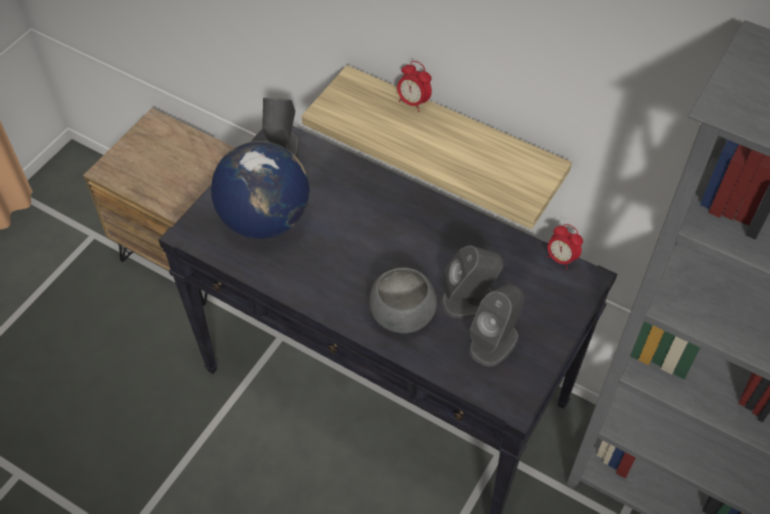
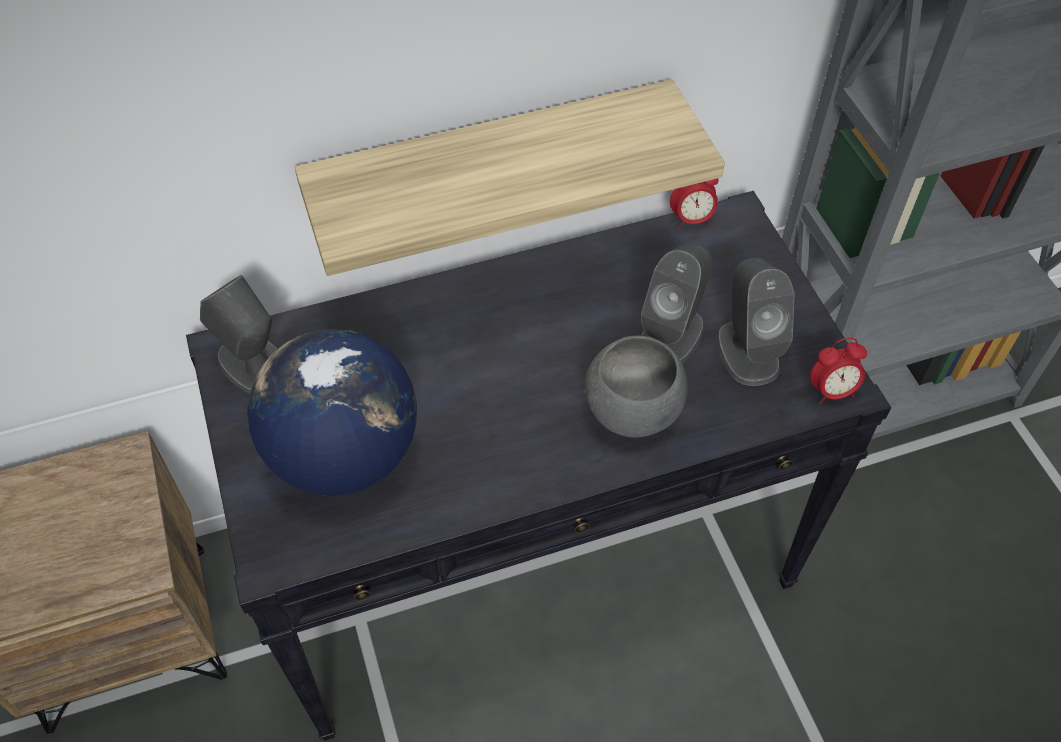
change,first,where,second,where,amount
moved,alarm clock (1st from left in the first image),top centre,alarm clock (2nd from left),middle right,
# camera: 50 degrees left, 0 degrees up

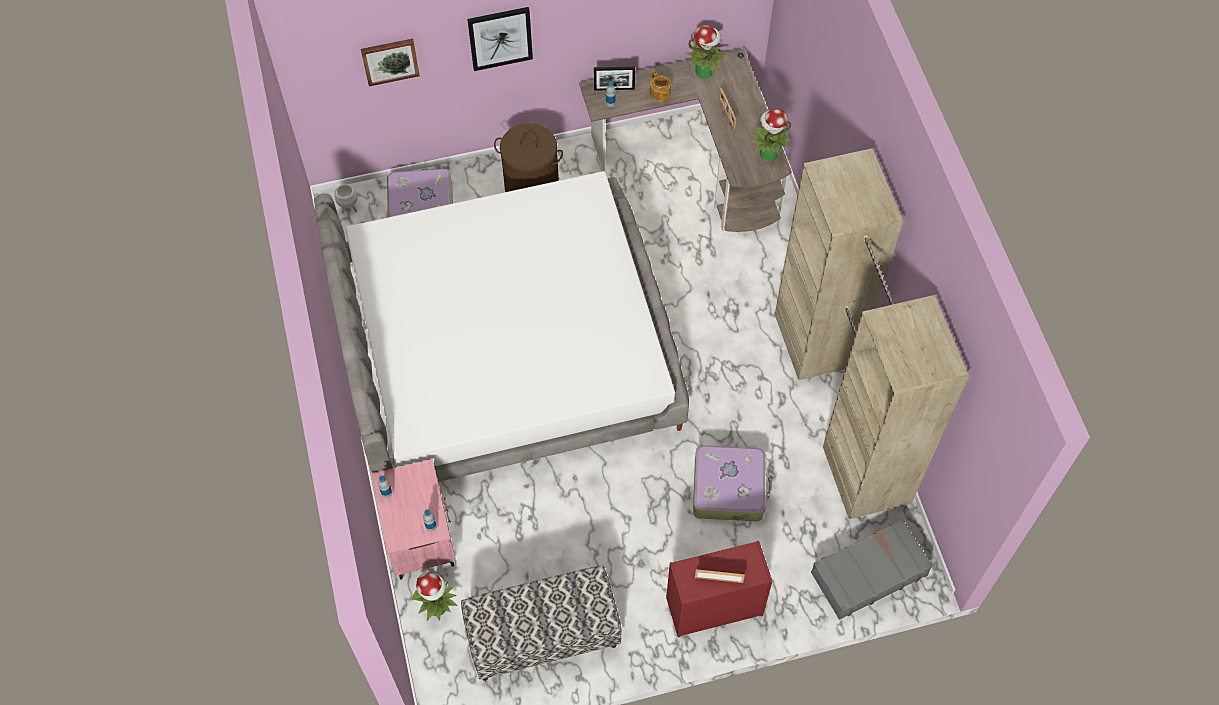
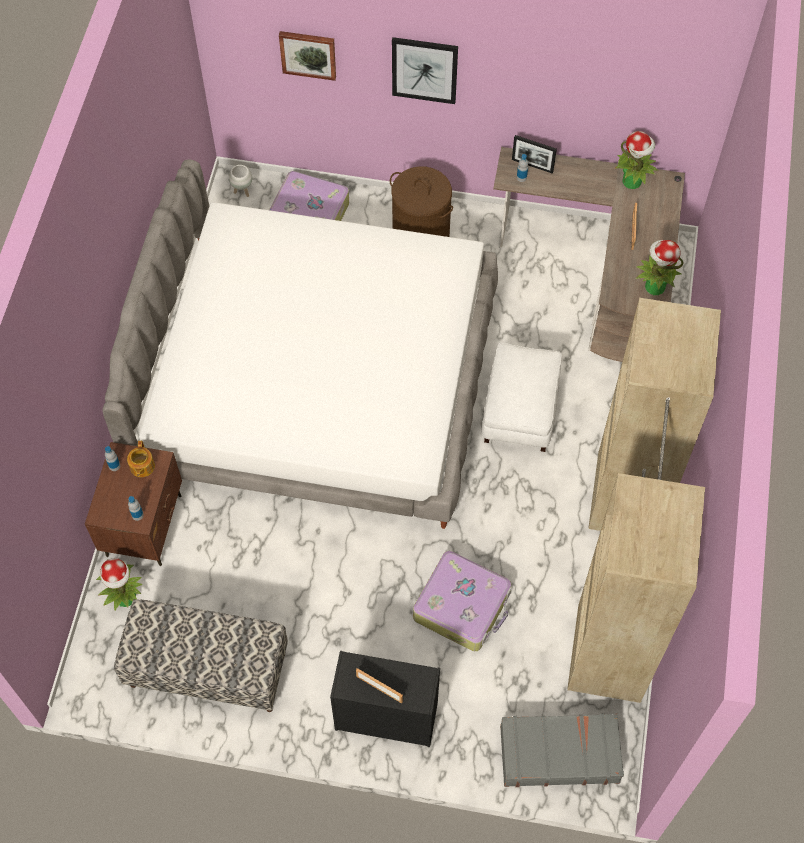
change,first,where,second,where,amount
moved,teapot,top centre,,middle left,
recoloured,pink nightstand,bottom centre,brown nightstand,middle left,
recoloured,red dresser,bottom centre,black dresser,bottom centre,
added,,,white ottoman,centre,
# camera: 25 degrees right, 0 degrees up

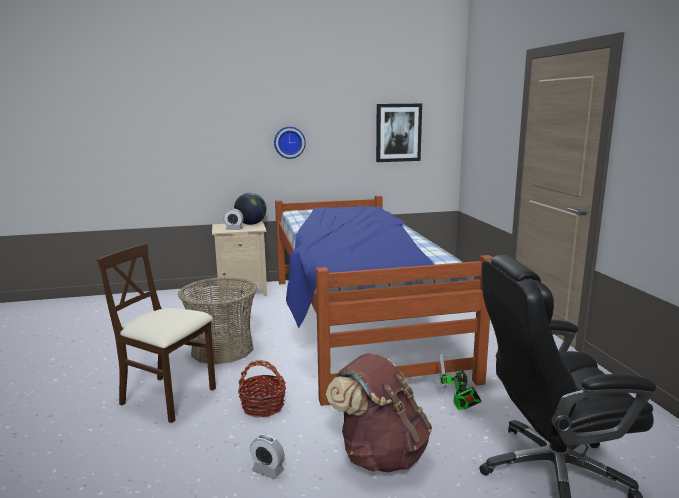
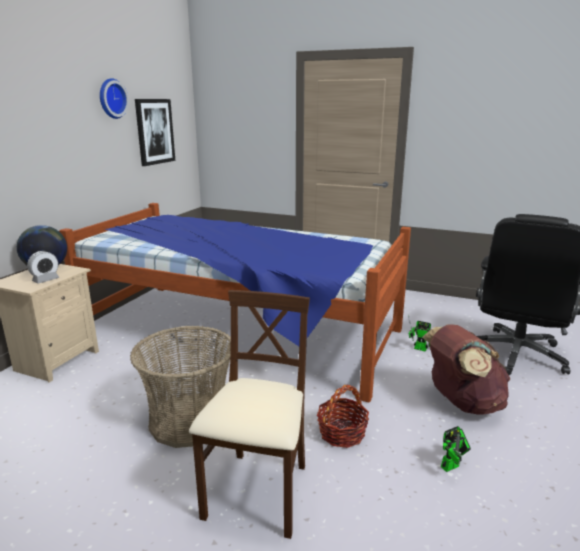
change,first,where,second,where,amount
moved,wall clock,top centre,,top left,
turned,beige chair,bottom left,,bottom centre,135 degrees clockwise
replaced,alarm clock (2nd from left),bottom centre,toy robot (2nd from left),bottom right,
# camera: 55 degrees left, 5 degrees up

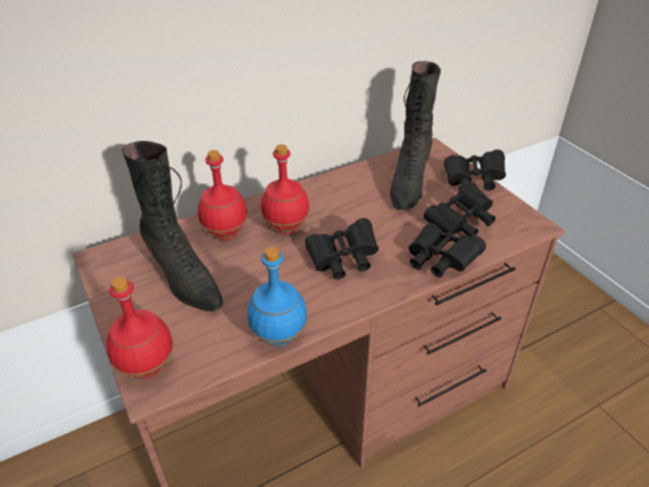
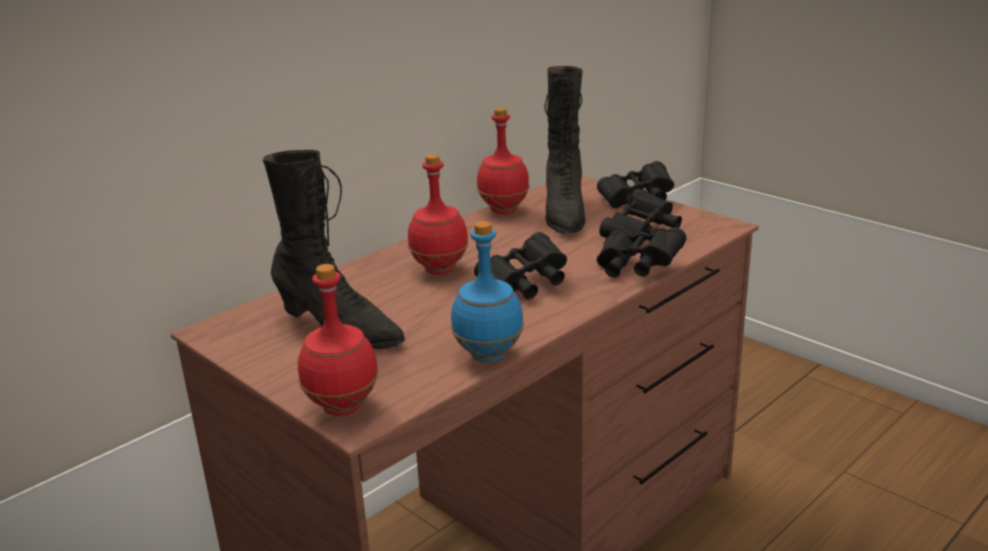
change,first,where,second,where,amount
moved,red bottle (2nd from left in the first image),centre,red bottle (3rd from left),top centre,
# camera: 15 degrees left, 15 degrees down

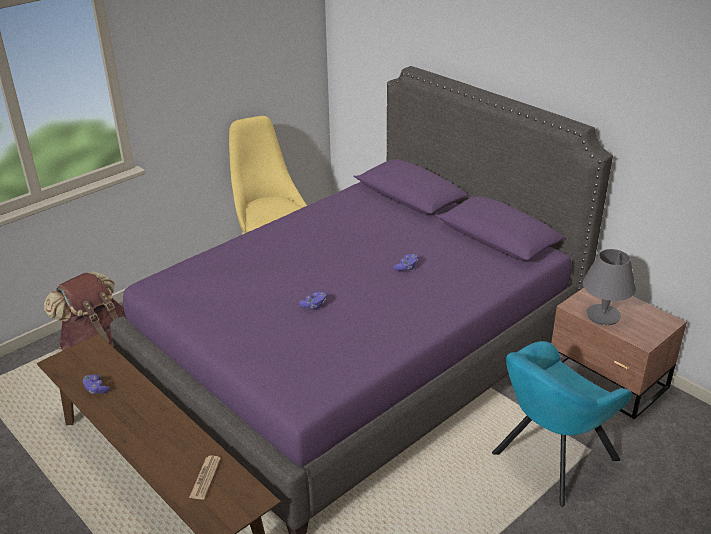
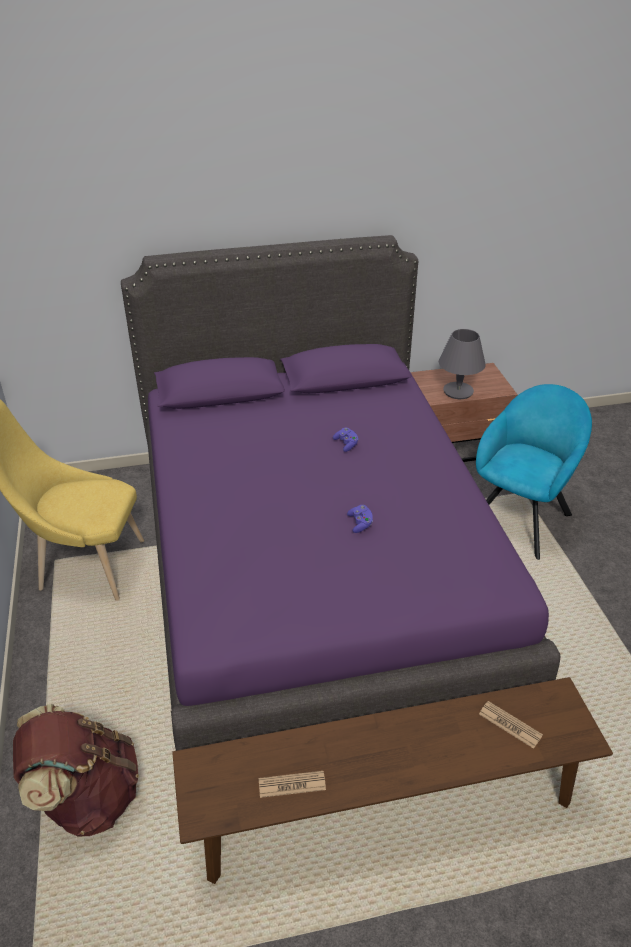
change,first,where,second,where,amount
turned,turquoise armchair,bottom right,,middle right,135 degrees counterclockwise
replaced,purple game controller (1st from left),bottom left,newspaper (1st from left),bottom centre,
# camera: 60 degrees left, 5 degrees up

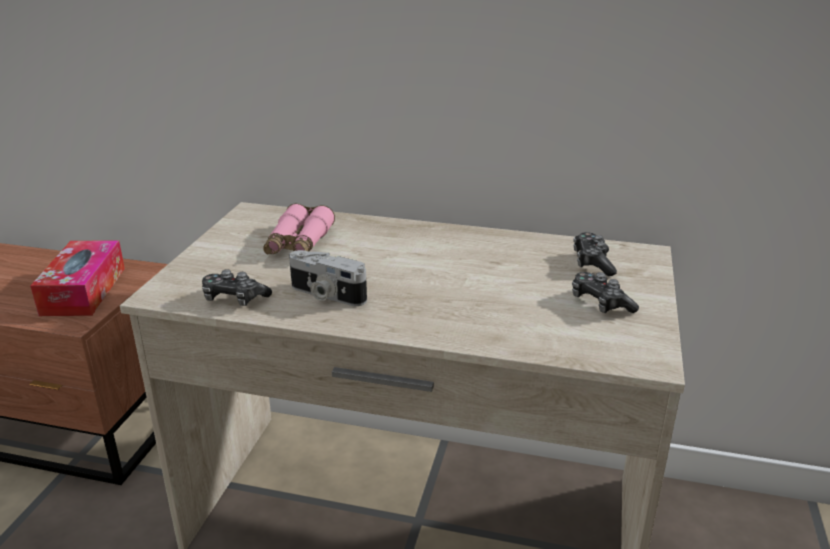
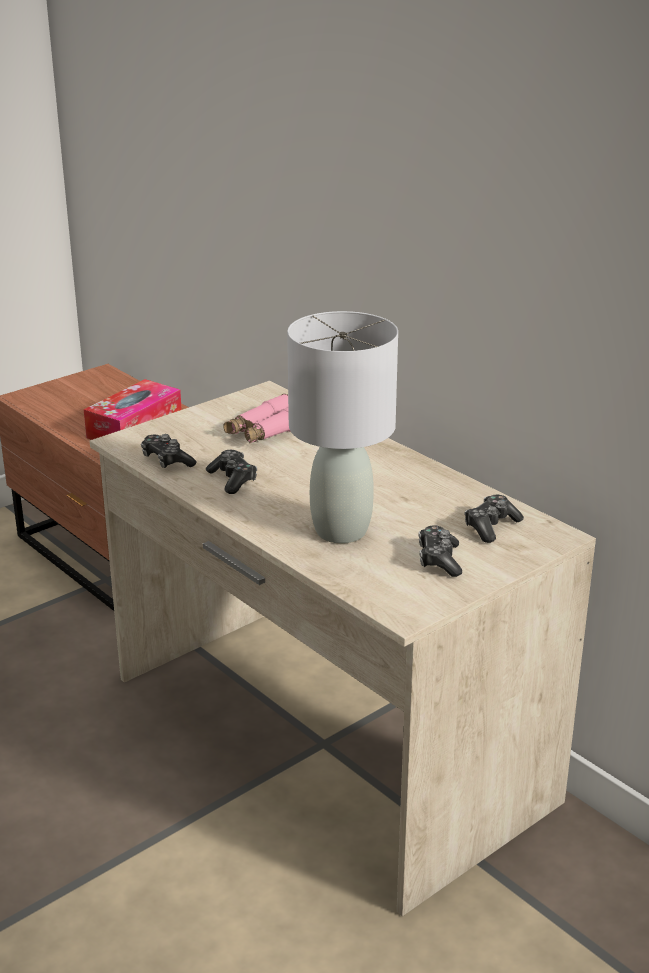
change,first,where,second,where,amount
replaced,photo camera,centre,game controller (2nd from left),centre,
added,,,grey table lamp,centre,
# camera: 35 degrees right, 0 degrees up

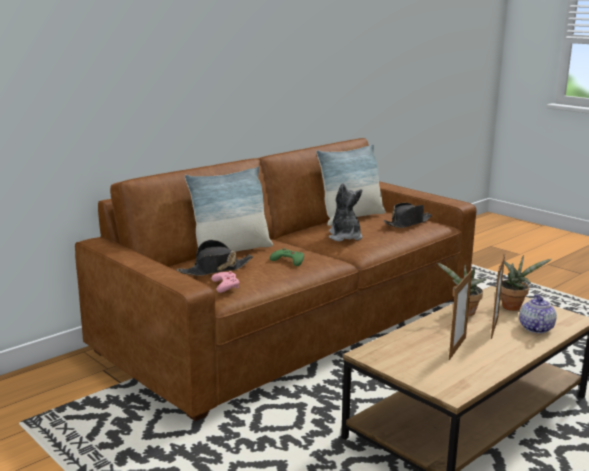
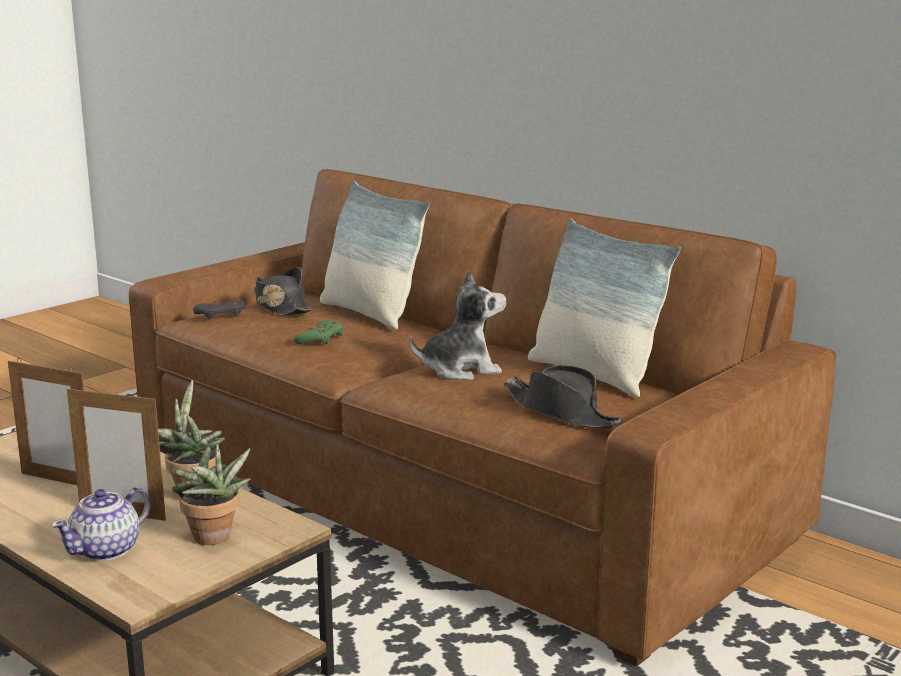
change,first,where,second,where,amount
recoloured,pink game controller,centre,grey game controller,middle left,
turned,teapot,middle right,,bottom left,120 degrees clockwise
# camera: 85 degrees right, 0 degrees up

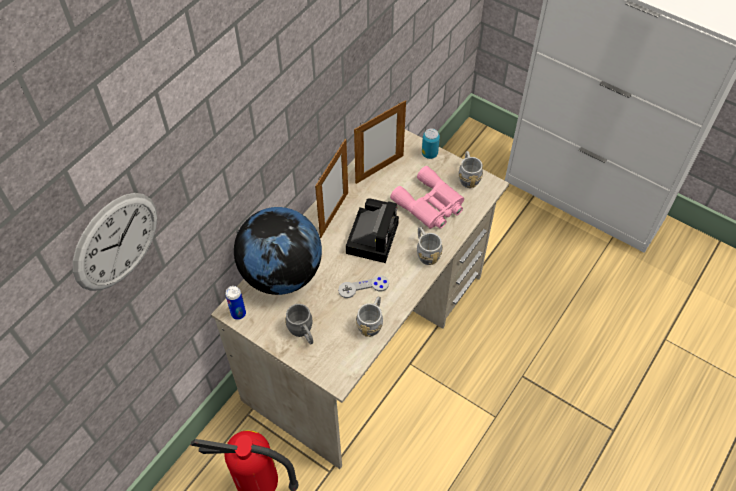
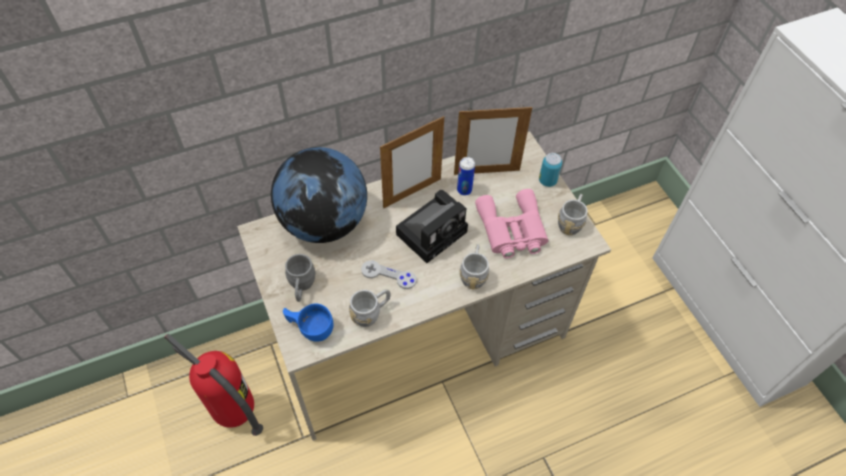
change,first,where,second,where,amount
removed,wall clock,middle left,,,
moved,can (1st from left),middle left,,centre,
added,,,blue cup,bottom centre,
# camera: 30 degrees right, 0 degrees up

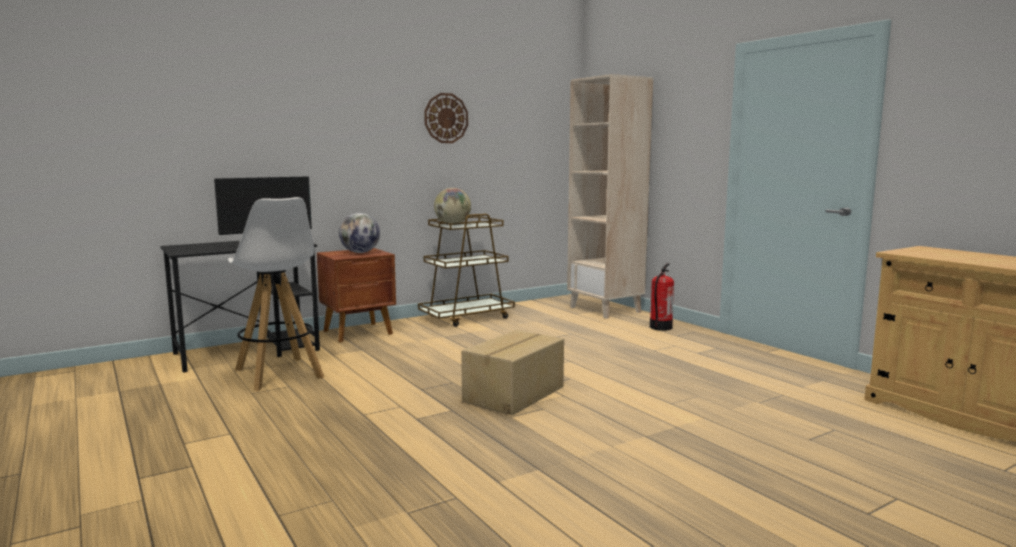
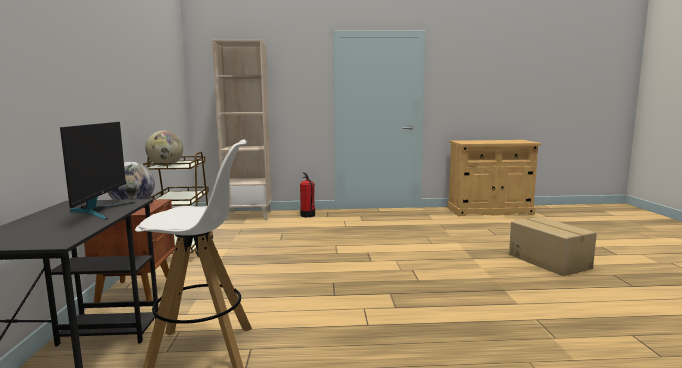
change,first,where,second,where,amount
removed,wall clock,top centre,,,
moved,cardboard box,bottom centre,,bottom right,
# camera: 60 degrees left, 0 degrees up

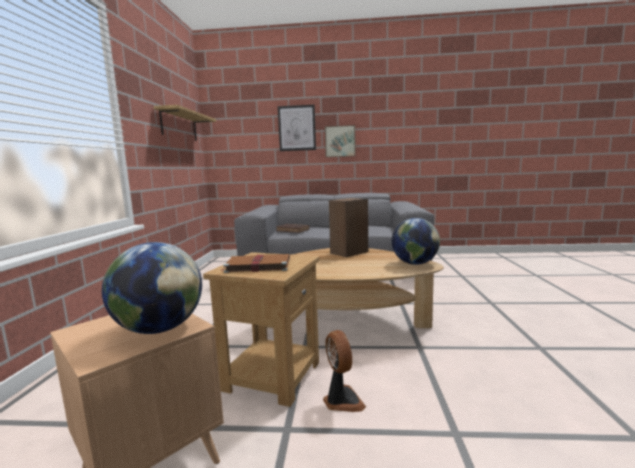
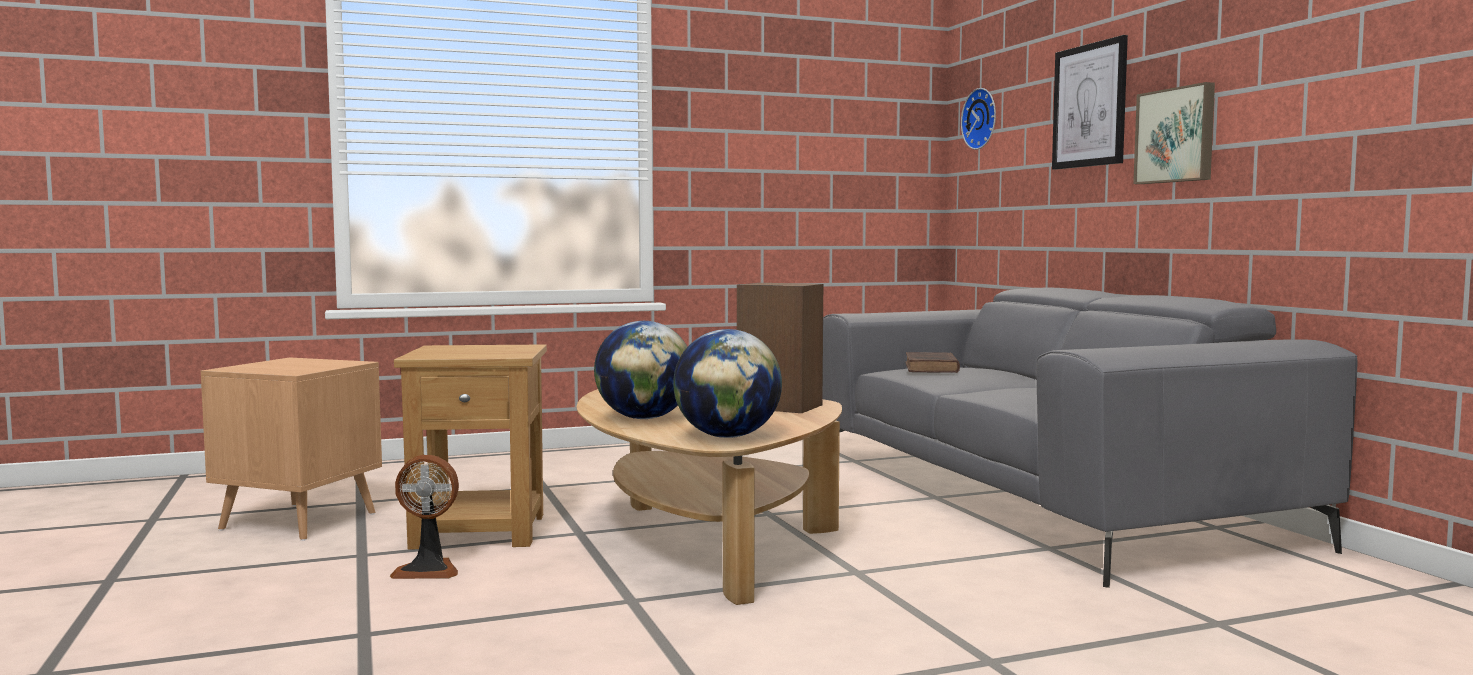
change,first,where,second,where,amount
removed,shelf,top left,,,
moved,globe (1st from left),middle left,,centre,
removed,brown book (1st from left),centre,,,
turned,fan,bottom centre,,bottom left,45 degrees clockwise
added,,,wall clock,top centre,
# camera: 65 degrees right, 5 degrees down

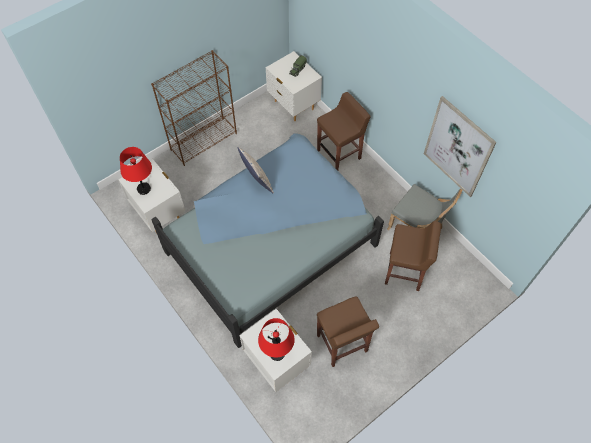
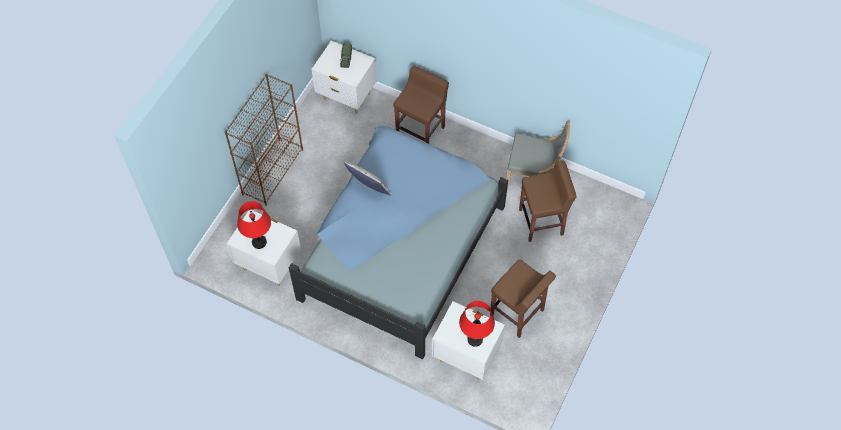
change,first,where,second,where,amount
removed,picture,top right,,,
# camera: 25 degrees left, 0 degrees up

